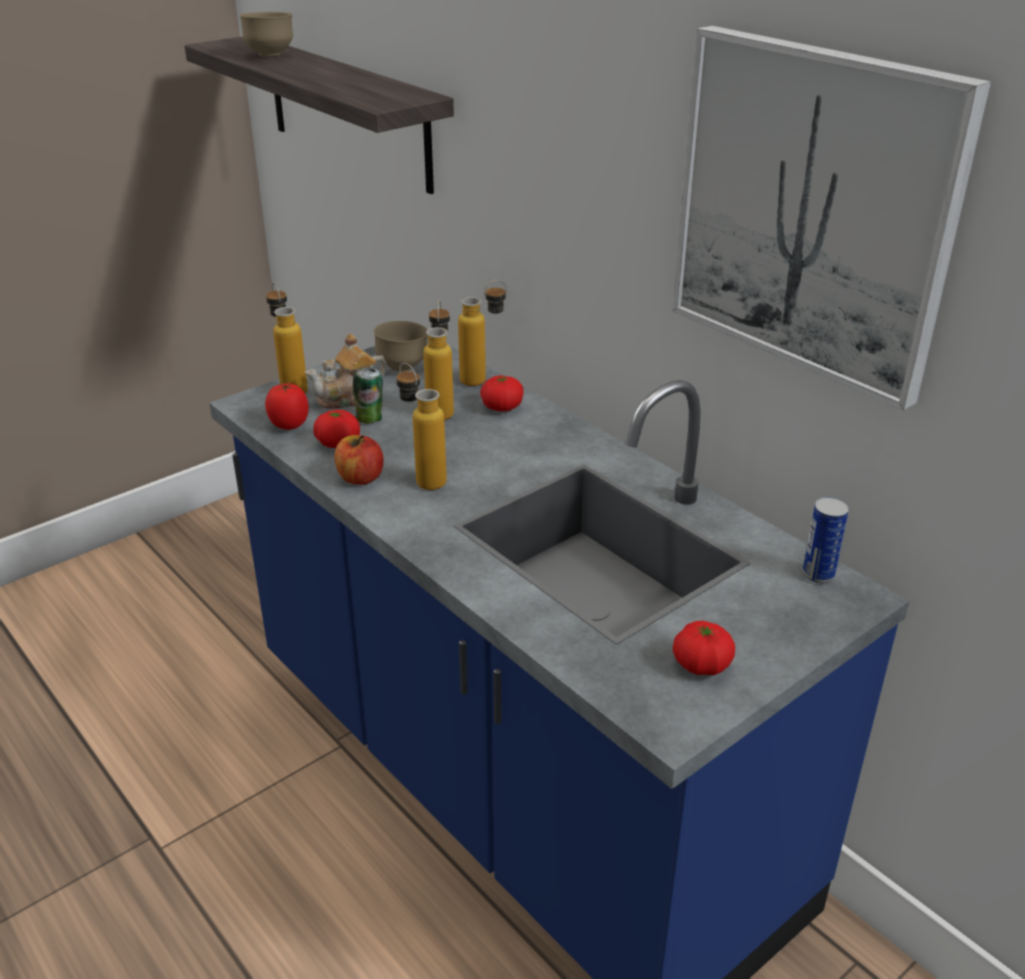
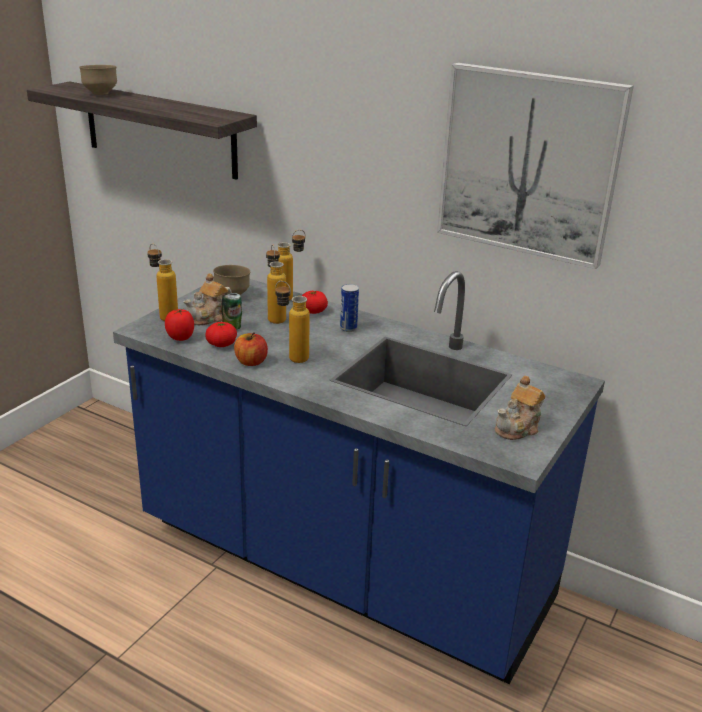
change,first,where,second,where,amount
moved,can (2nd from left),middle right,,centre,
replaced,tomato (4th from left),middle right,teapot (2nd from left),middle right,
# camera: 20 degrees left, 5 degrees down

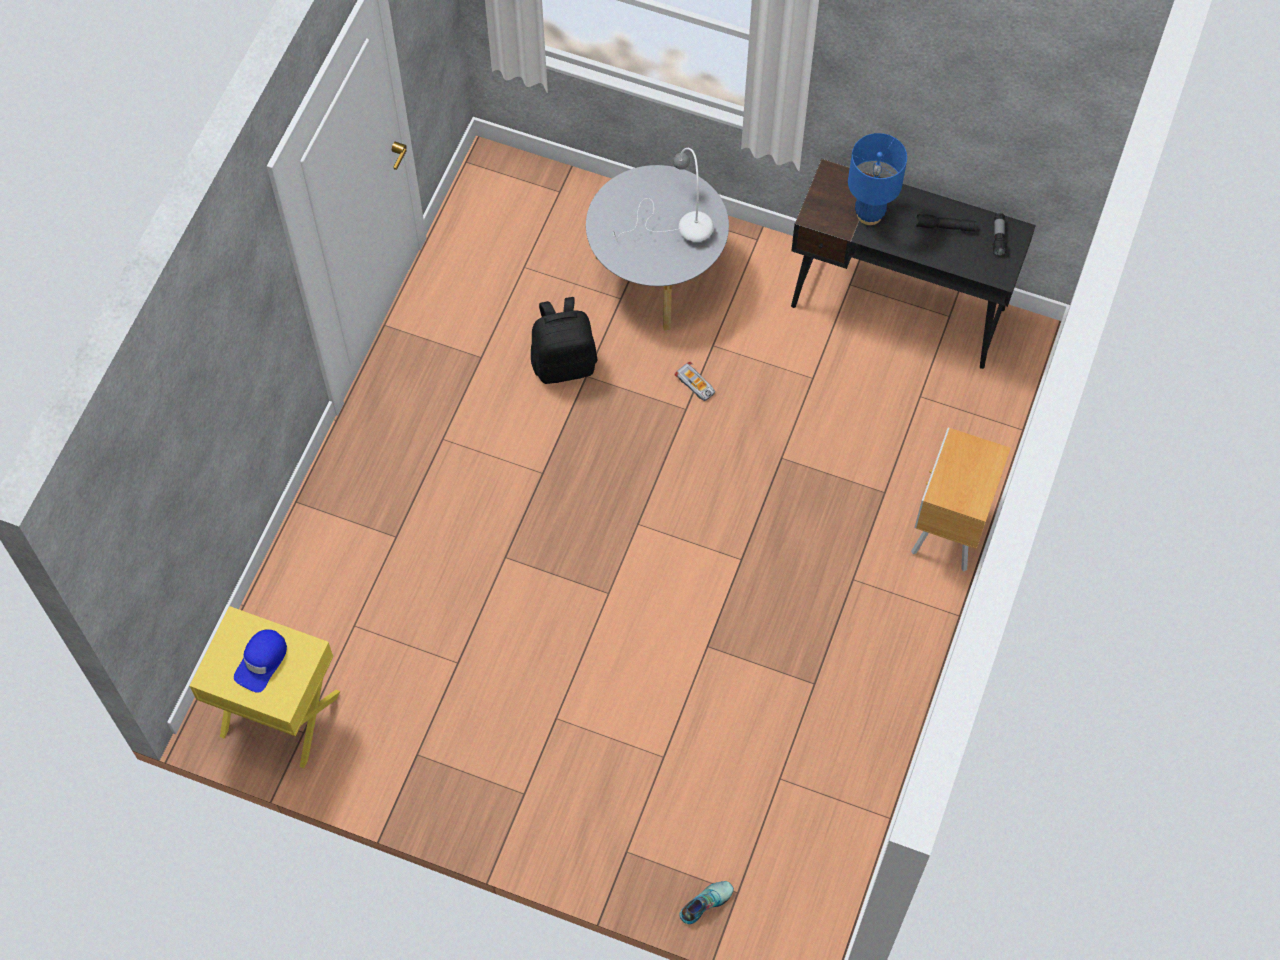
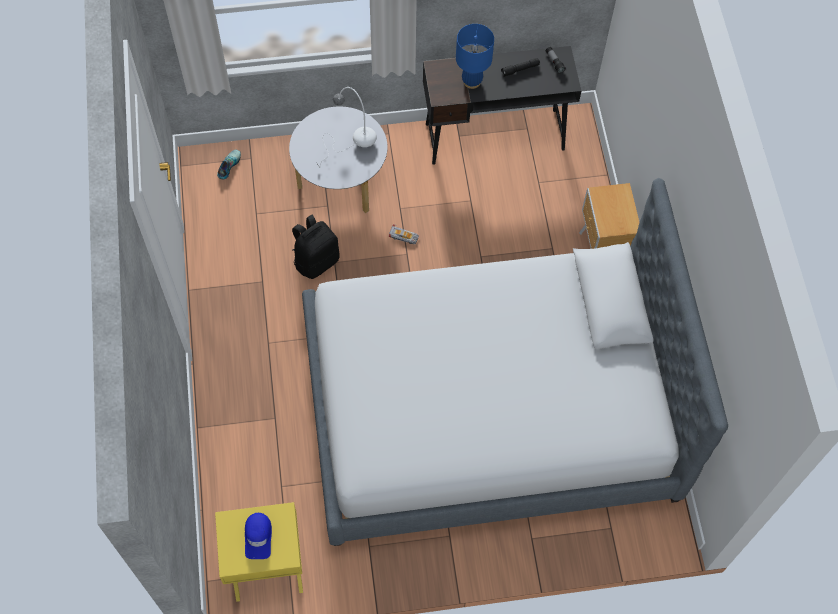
change,first,where,second,where,amount
moved,shoe,bottom centre,,top left,
added,,,bed,centre,
# camera: 30 degrees left, 0 degrees up

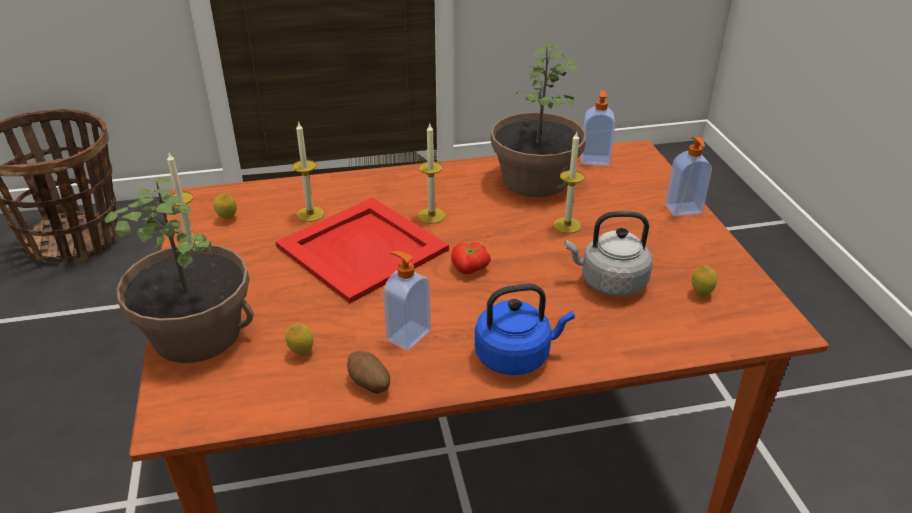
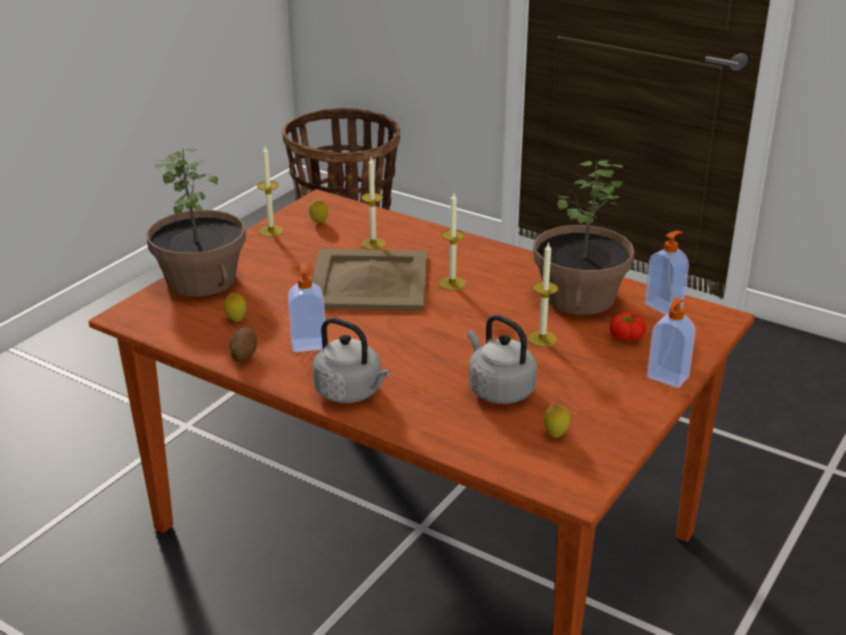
change,first,where,second,where,amount
recoloured,red tray,centre,beige tray,centre,
moved,tomato,centre,,middle right,
recoloured,blue kettle,centre,grey kettle (1st from left),centre,
# camera: 45 degrees right, 5 degrees down

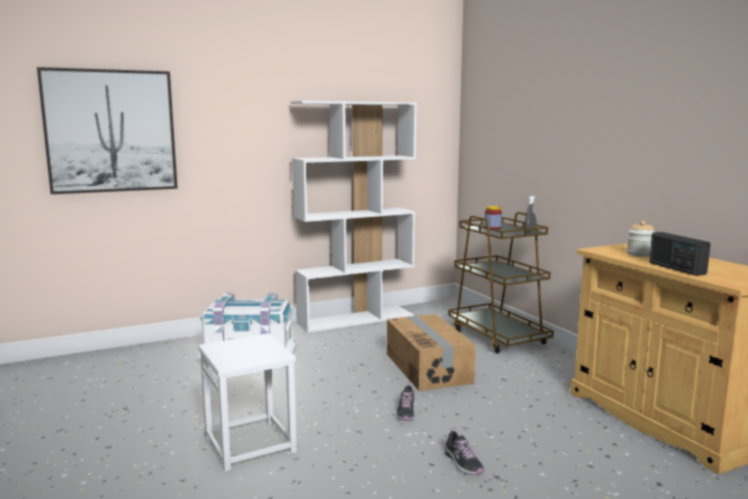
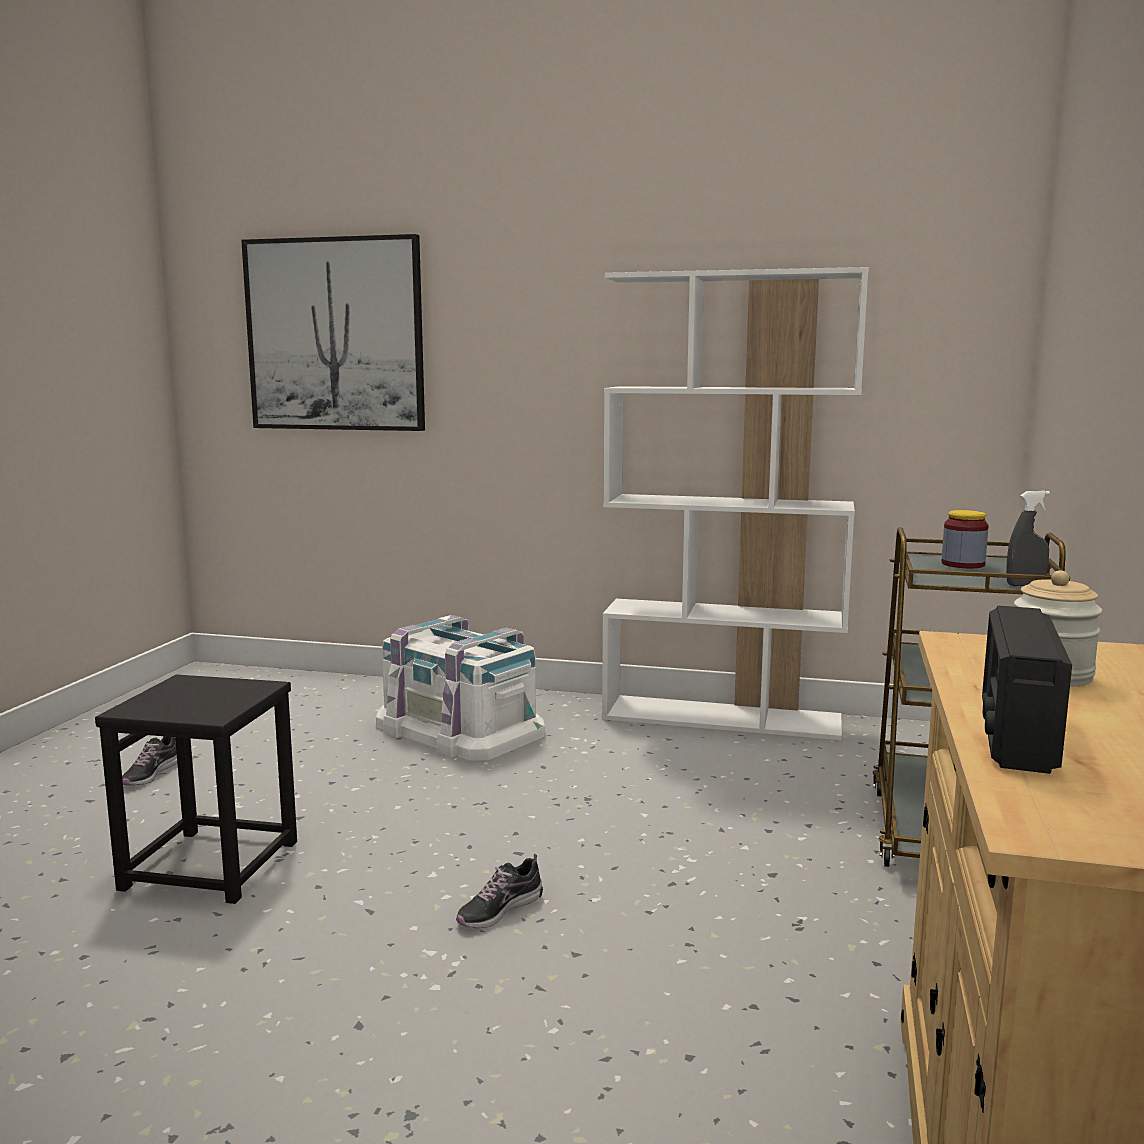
change,first,where,second,where,amount
removed,cardboard box,bottom centre,,,
recoloured,white stool,bottom left,black stool,bottom left,
moved,shoe (2nd from left in the first image),bottom centre,shoe (1st from left),middle left,
# camera: 40 degrees right, 0 degrees up

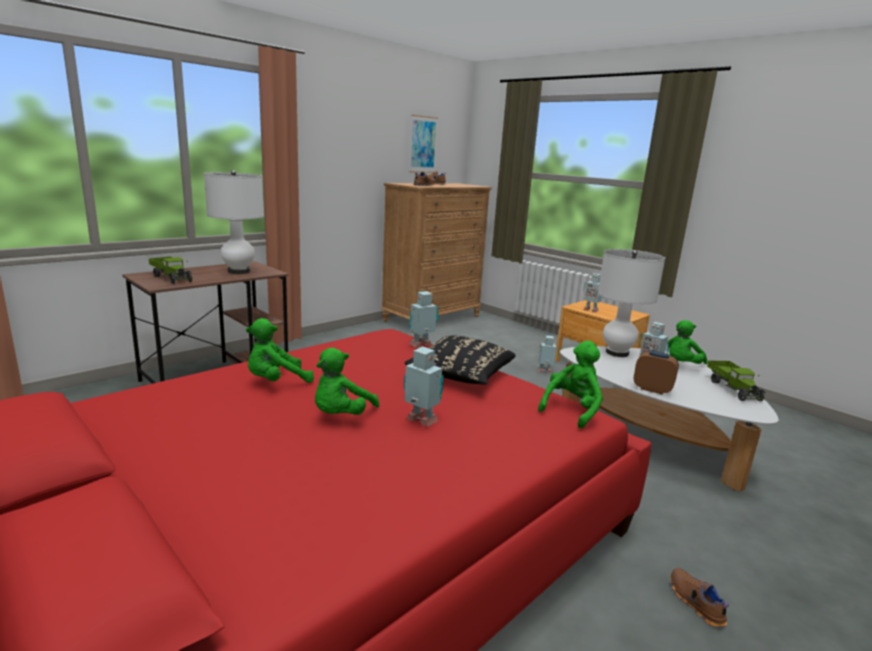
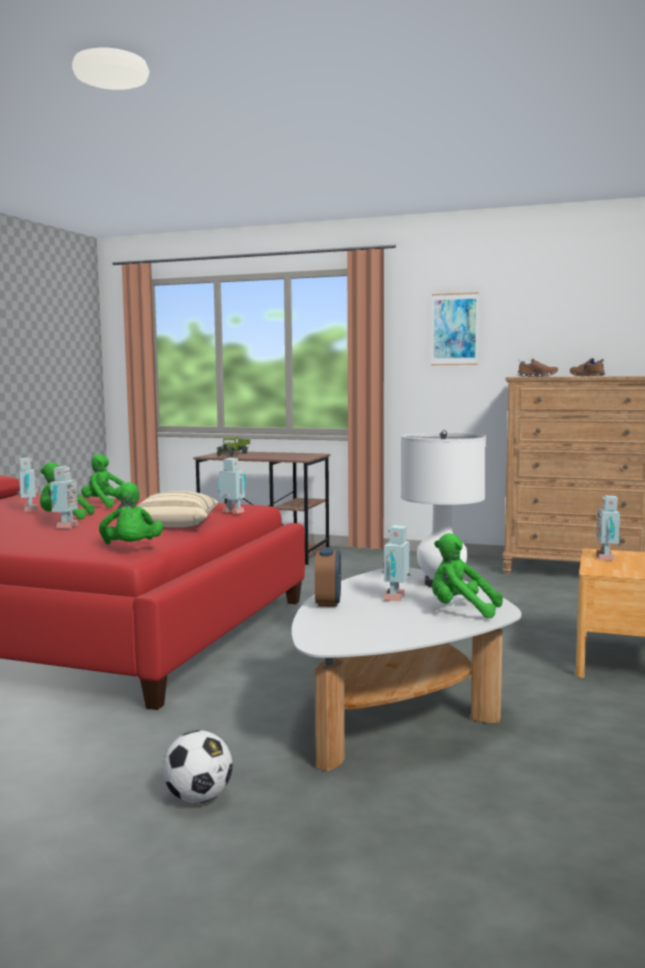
change,first,where,second,where,amount
moved,picture,top centre,,middle right,
removed,white table lamp (1st from left),middle left,,,
moved,toy robot (3rd from left in the first image),centre,toy robot (1st from left),middle left,
recoloured,black pillow,centre,beige pillow,middle left,
turned,green plush toy (3rd from left),centre,,middle left,60 degrees clockwise
removed,toy truck (2nd from left),middle right,,,
removed,brown shoe (3rd from left),bottom right,,,
added,,,football,bottom left,
# camera: 65 degrees right, 10 degrees down

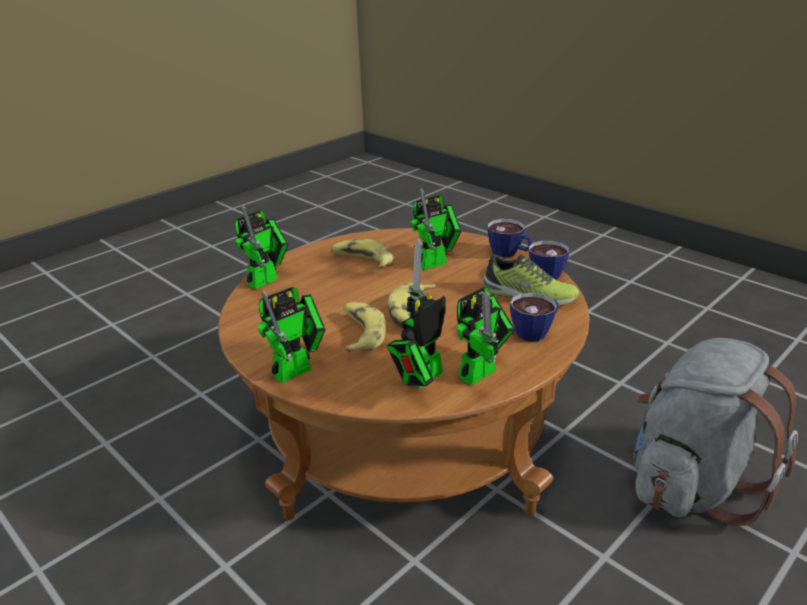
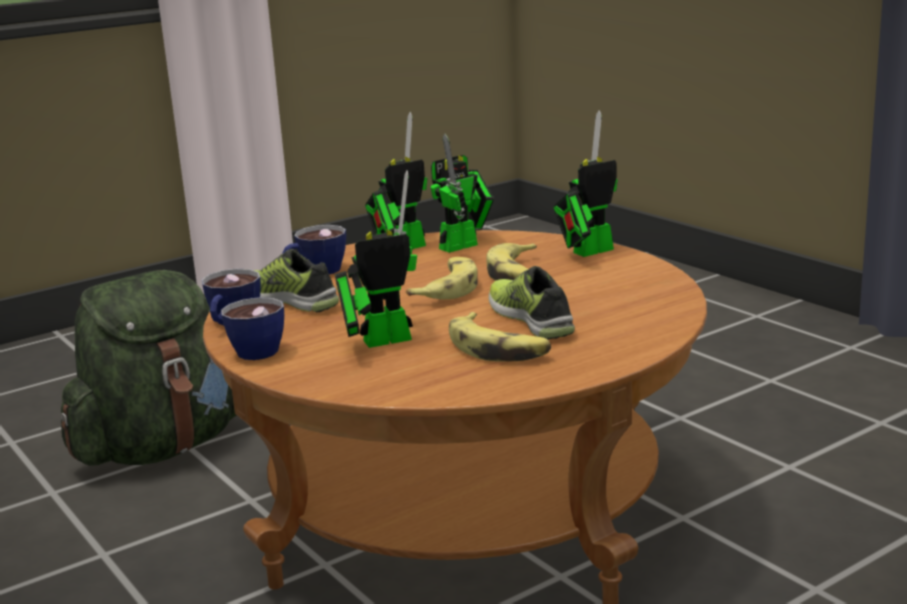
change,first,where,second,where,amount
removed,toy robot (1st from left),middle left,,,
recoloured,grey backpack,bottom right,green backpack,middle left,
added,,,shoe (2nd from left),centre,
# camera: 170 degrees left, 10 degrees down

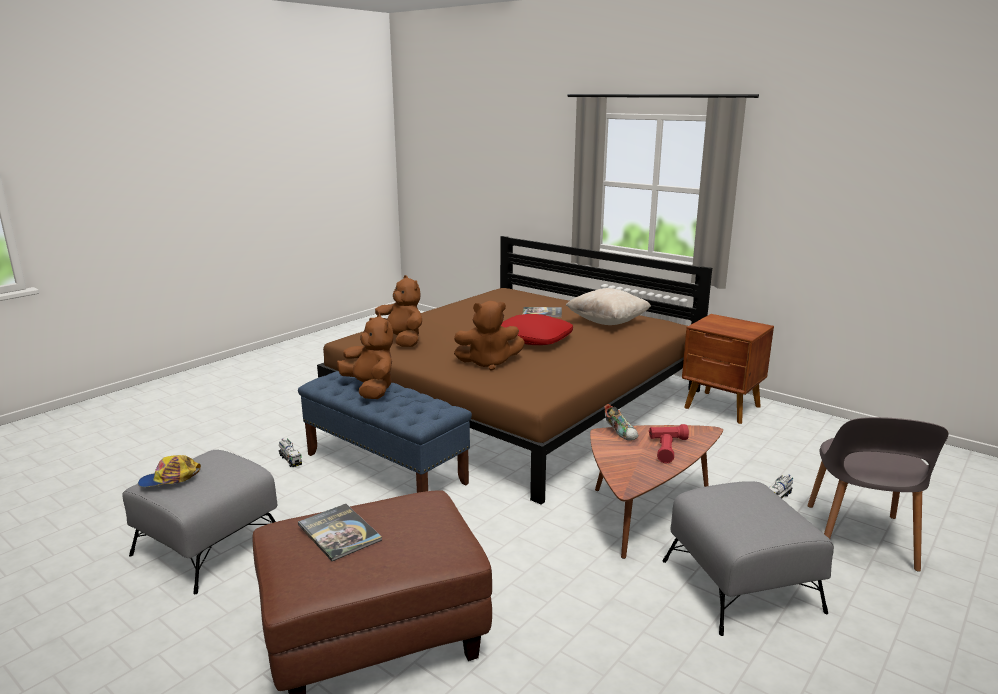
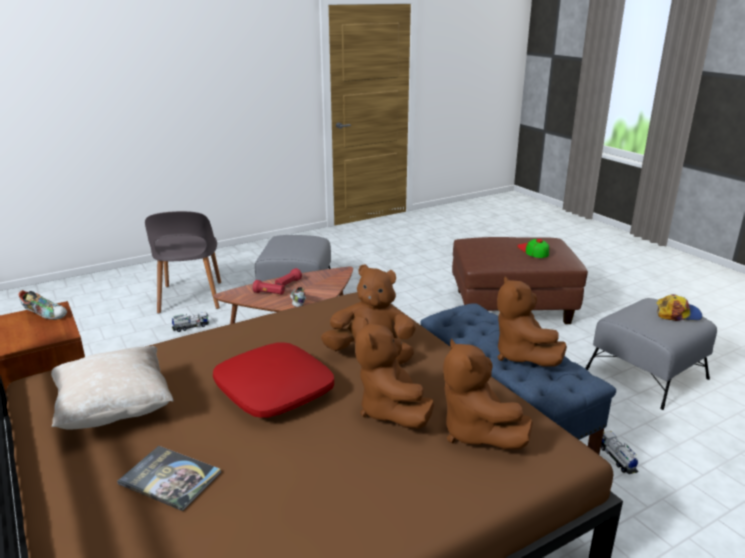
change,first,where,second,where,amount
turned,grey chair,bottom right,,middle left,135 degrees clockwise
replaced,book (1st from left),bottom centre,cap (1st from left),middle right,
added,,,shoe (1st from left),middle left,
added,,,brown plush toy (2nd from left),bottom centre,
# camera: 160 degrees left, 5 degrees up

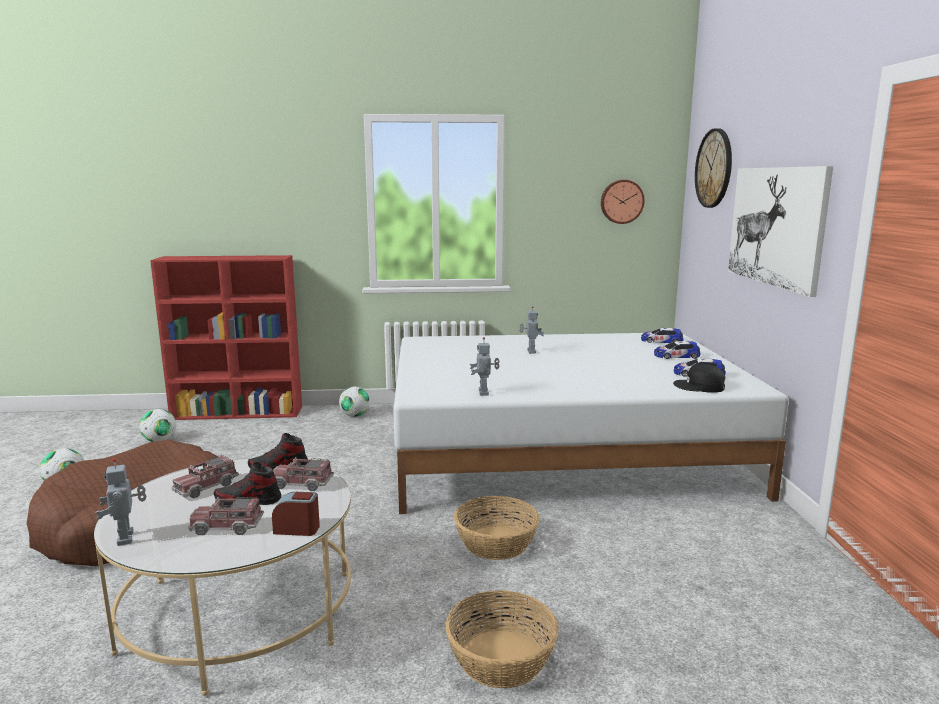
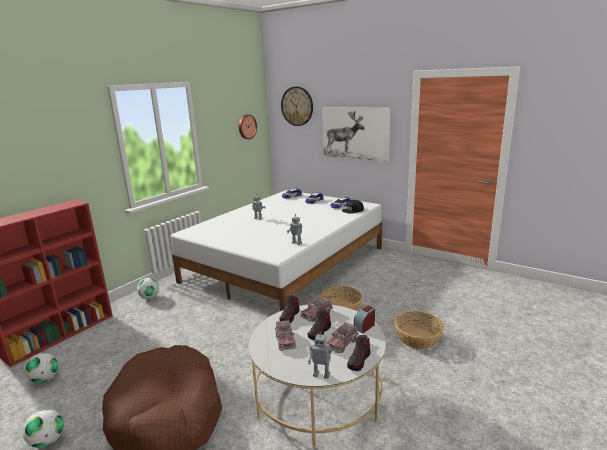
change,first,where,second,where,amount
added,,,shoe (3rd from left),bottom centre,
# camera: 50 degrees left, 5 degrees up

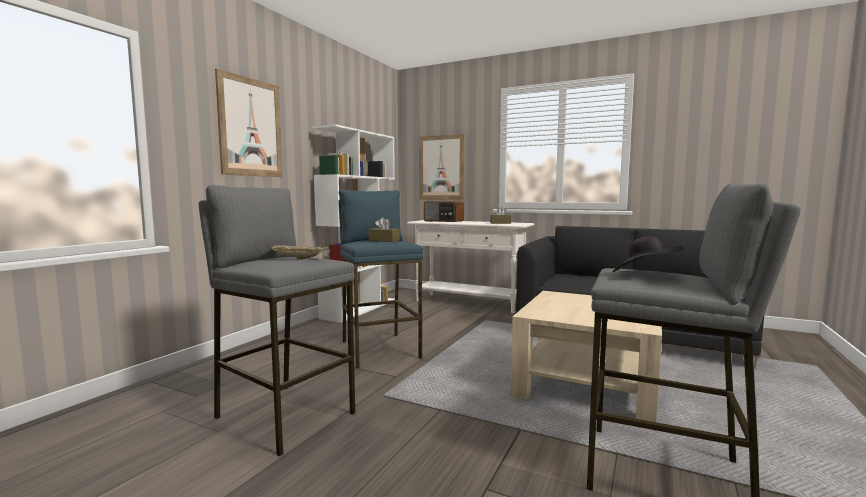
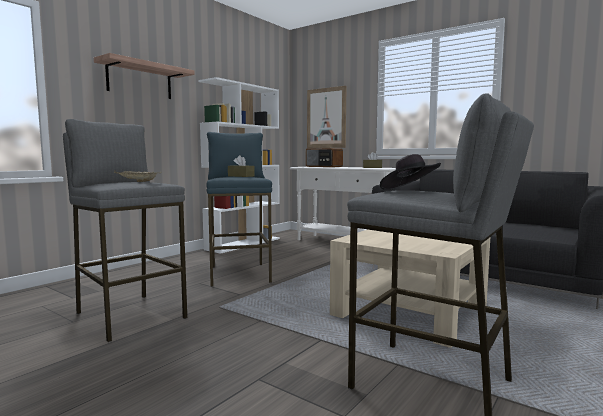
change,first,where,second,where,amount
replaced,picture (1st from left),top left,shelf,top left,
# camera: 10 degrees right, 0 degrees up

